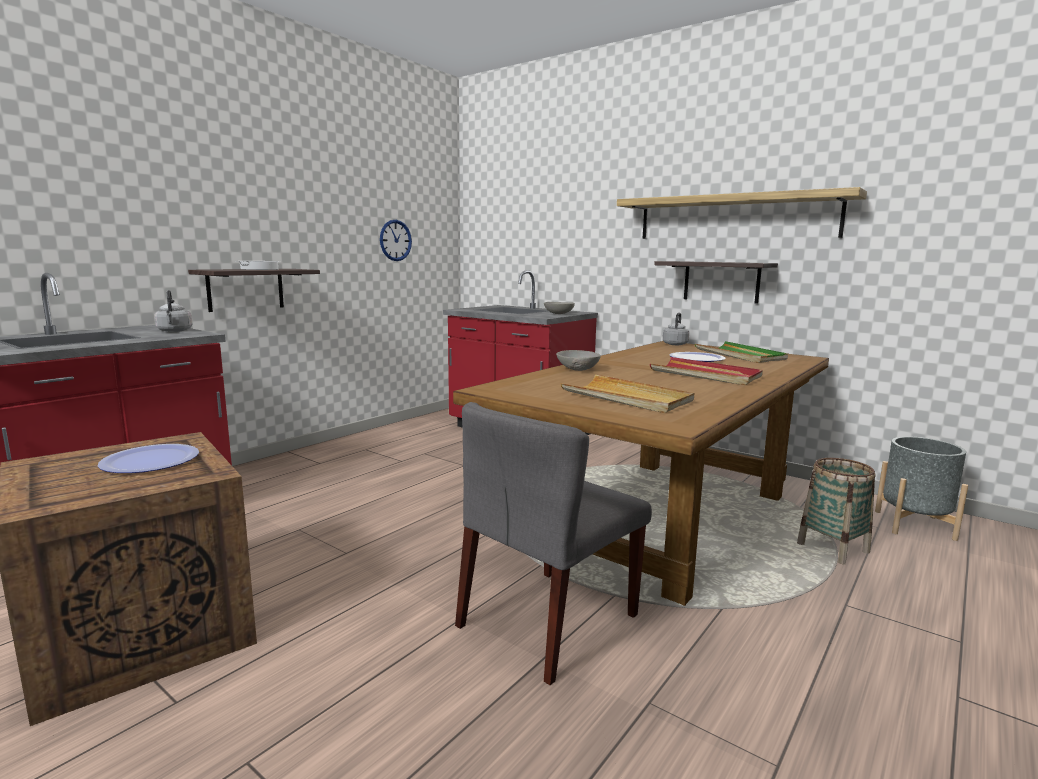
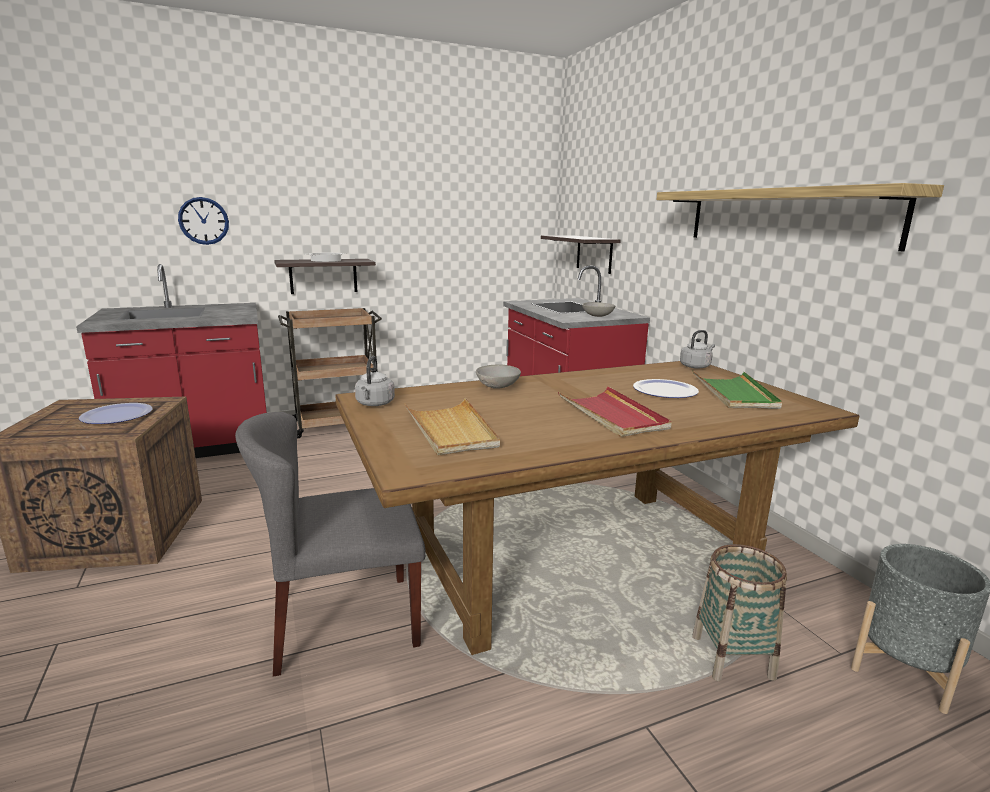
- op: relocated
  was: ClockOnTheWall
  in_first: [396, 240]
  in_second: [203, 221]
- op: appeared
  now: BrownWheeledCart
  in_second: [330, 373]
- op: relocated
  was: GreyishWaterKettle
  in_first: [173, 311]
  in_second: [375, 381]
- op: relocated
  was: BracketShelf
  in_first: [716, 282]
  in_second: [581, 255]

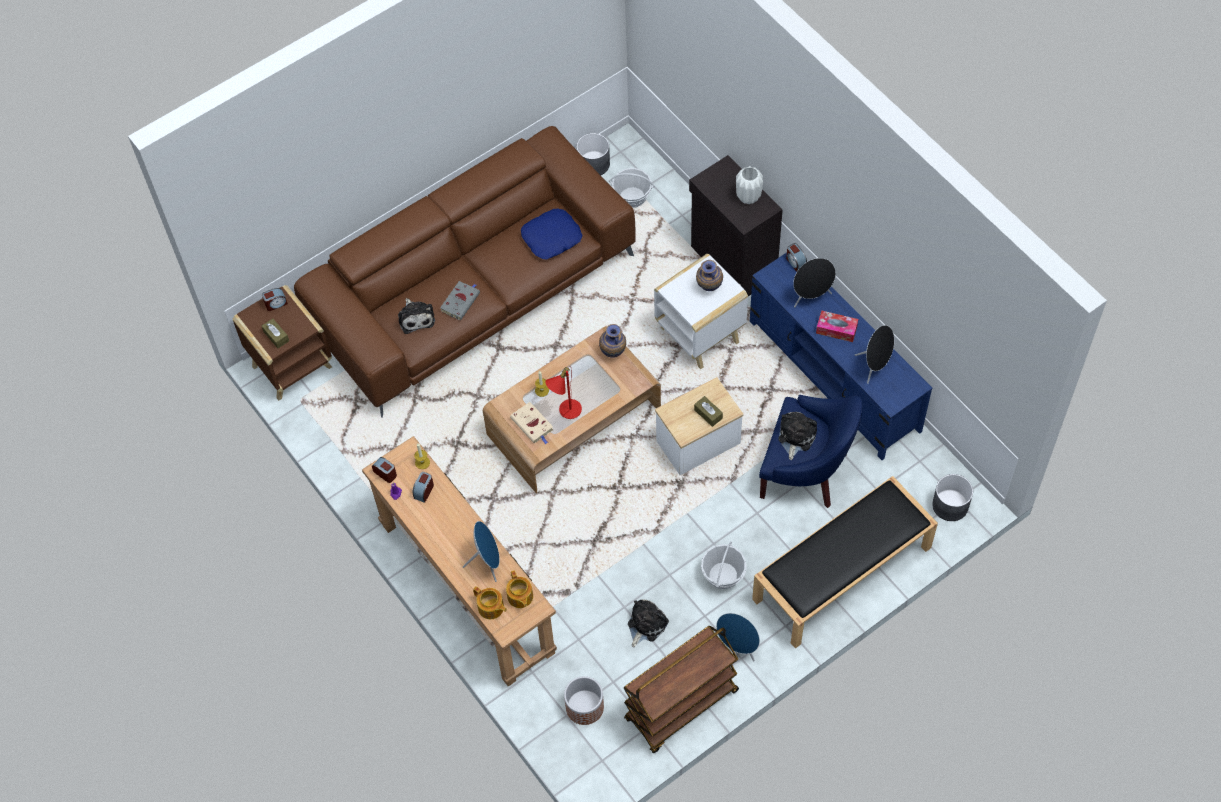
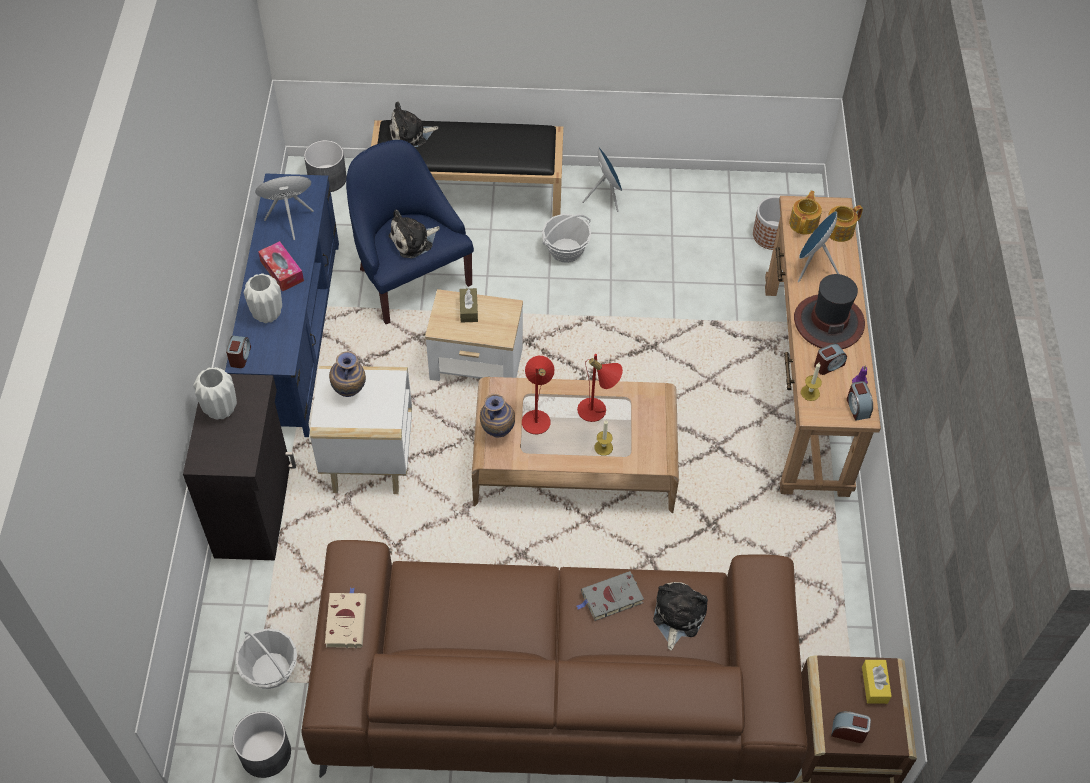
- op: exchanged
  was: BlackishSpeaker
  now: WhitishVase
  in_first: [814, 282]
  in_second: [263, 298]
- op: relocated
  was: BeigeColouredBook
  in_first: [531, 423]
  in_second: [346, 617]
- op: relocated
  was: PlushToy
  in_first: [648, 623]
  in_second: [414, 124]
- op: appeared
  now: RedColouredTabletopLamp
  in_second: [538, 395]
- op: appeared
  now: ClothingHat
  in_second: [829, 311]
- op: spun
  was: TeaPot
  in_first: [490, 602]
  in_second: [845, 223]
  clockwise: -105
- op: colour
  was: BrownTissueHolder
  now: YellowColouredTissueHolder
  in_first: [275, 333]
  in_second: [877, 682]
- op: missing
  was: BluePillow
  in_first: [551, 234]
- op: missing
  was: BrownWheeledCart
  in_first: [681, 689]

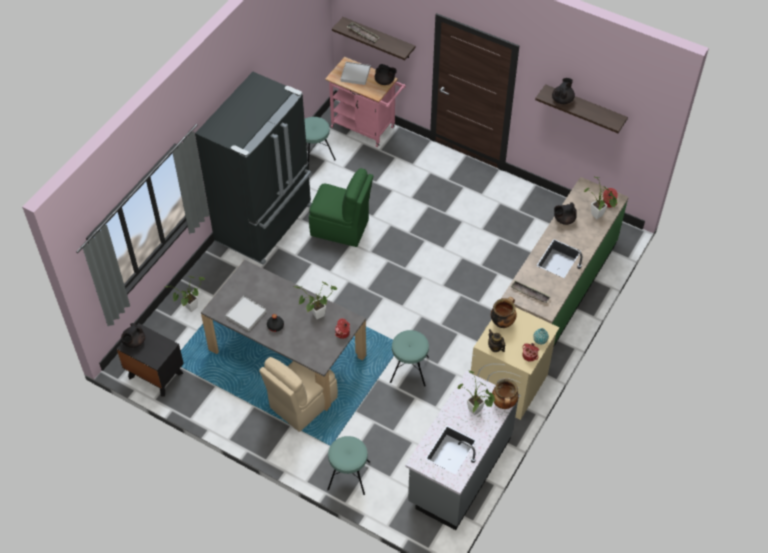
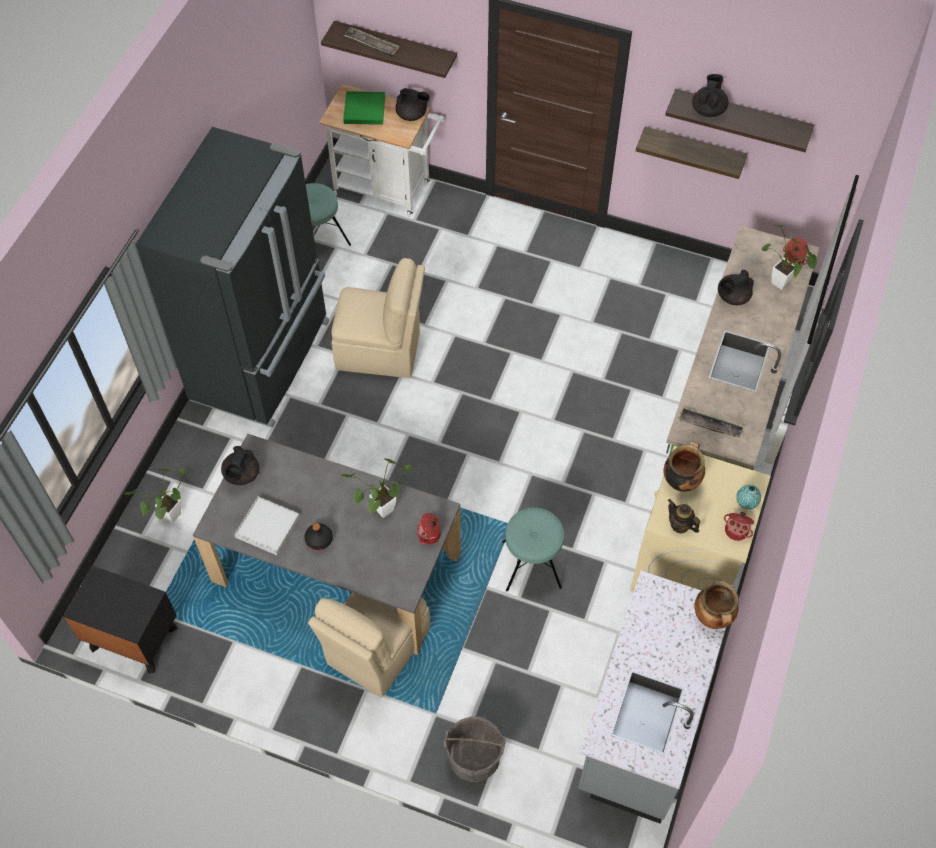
- op: relocated
  was: BlackishTeaPot
  in_first: [133, 335]
  in_second: [240, 465]
- op: colour
  was: PinkWheeledCart
  now: WhitishWheeledCart
  in_first: [365, 102]
  in_second: [381, 150]
- op: colour
  was: GreenColouredPlainChair
  now: BeigeColouredPlainChair
  in_first: [341, 207]
  in_second: [378, 318]
- op: colour
  was: WhitishCarryingTray
  now: GreenColouredCarryingTray
  in_first: [355, 73]
  in_second: [364, 108]
- op: exchanged
  was: TurquoiseSittingStool
  now: GreyishBucket
  in_first: [348, 465]
  in_second: [475, 749]
- op: appeared
  now: BracketShelf
  in_second: [691, 152]
- op: missing
  was: Houseplant
  in_first: [477, 393]

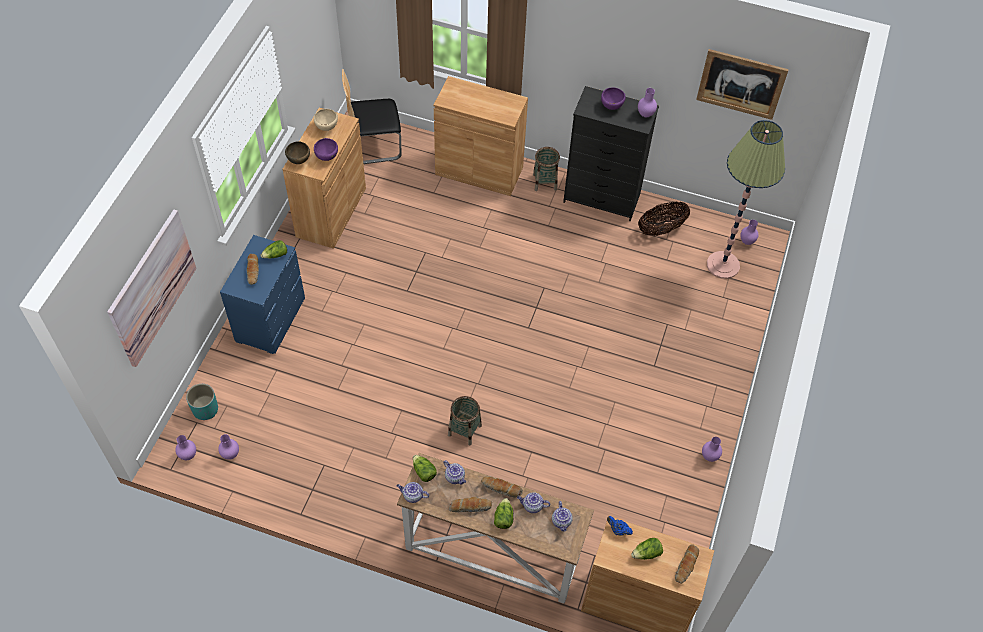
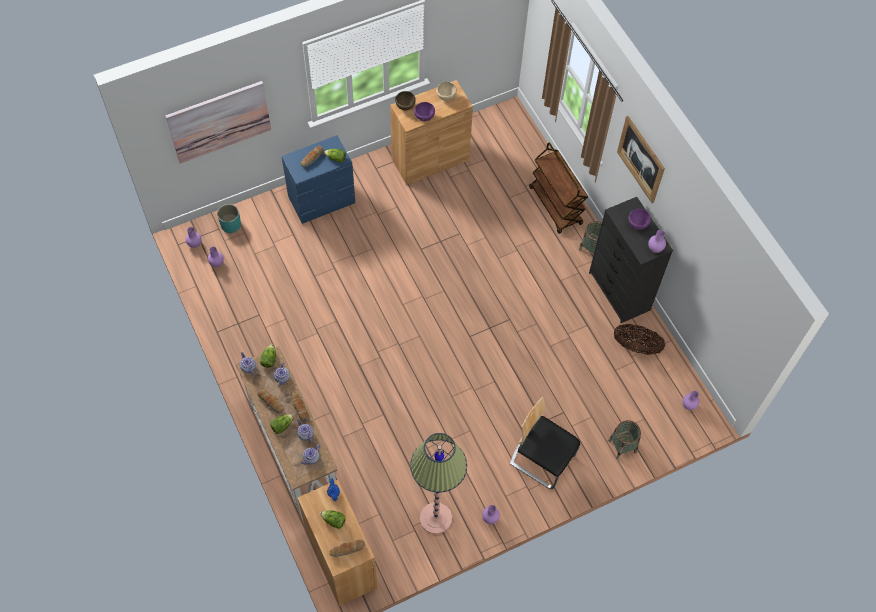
- op: relocated
  was: StandingLamp
  in_first: [746, 199]
  in_second: [438, 483]
- op: relocated
  was: PlainChair
  in_first: [371, 116]
  in_second: [545, 442]
- op: exchanged
  was: BrownCupboard
  now: BrownWheeledCart
  in_first: [481, 136]
  in_second: [558, 188]
- op: relocated
  was: StorageBasket
  in_first: [465, 421]
  in_second: [624, 439]
- op: relocated
  was: WallArt
  in_first: [742, 84]
  in_second: [641, 159]

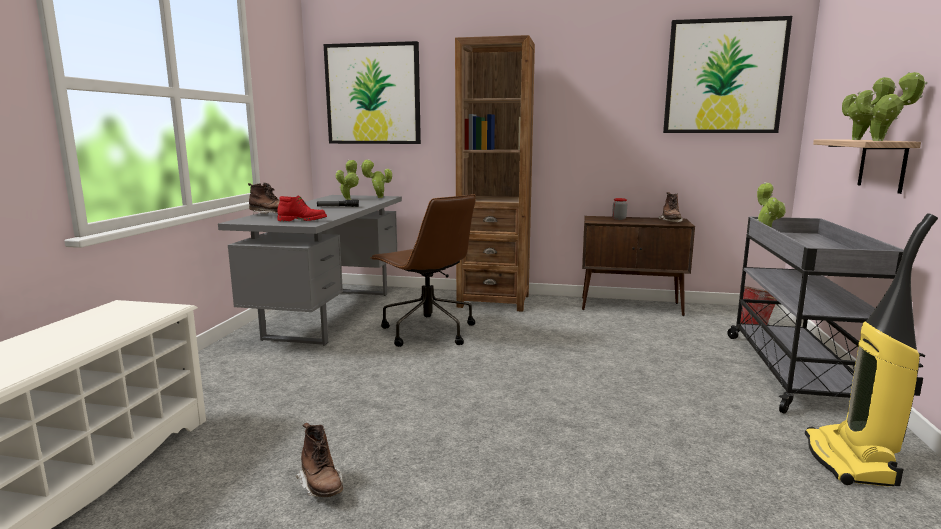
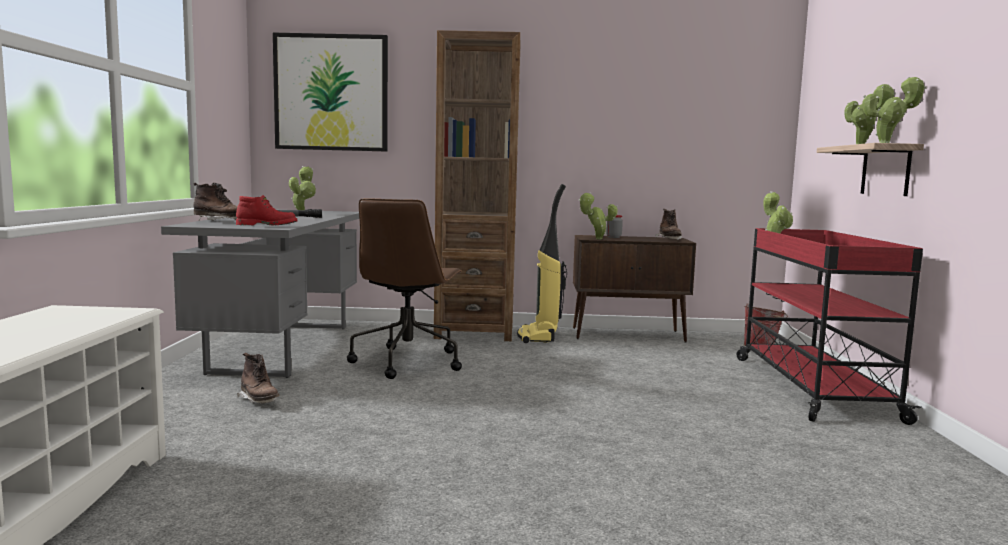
- op: relocated
  was: BrownBoot
  in_first: [319, 460]
  in_second: [258, 378]
- op: spun
  was: BrownDeskChair
  in_first: [423, 270]
  in_second: [404, 288]
  clockwise: 60
- op: relocated
  was: Vacuum
  in_first: [871, 349]
  in_second: [542, 263]
- op: relocated
  was: Houseplant
  in_first: [376, 178]
  in_second: [598, 215]
- op: colour
  was: GreyishWheeledCart
  now: RedColouredWheeledCart
  in_first: [815, 315]
  in_second: [829, 326]
- op: missing
  was: WallArt
  in_first: [727, 74]

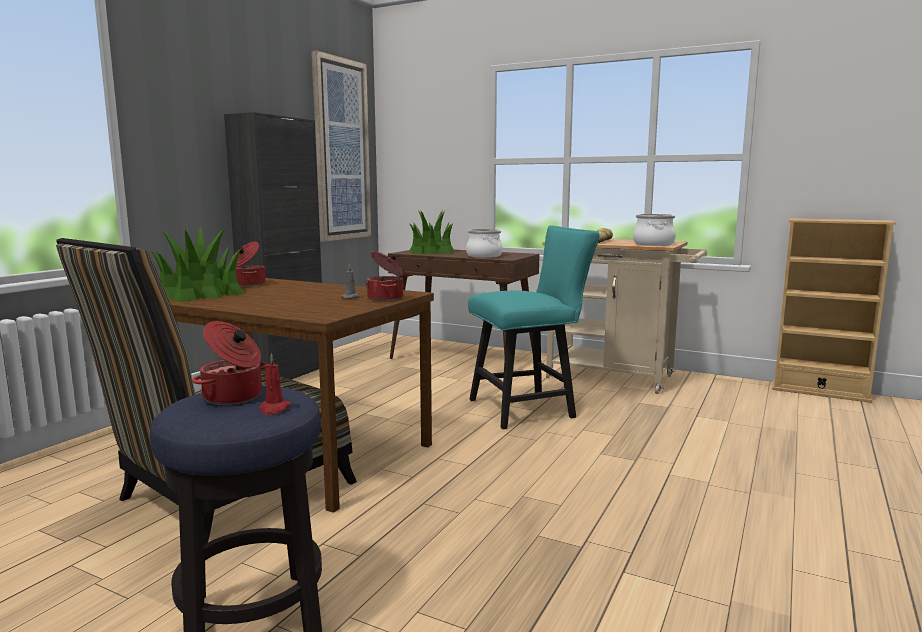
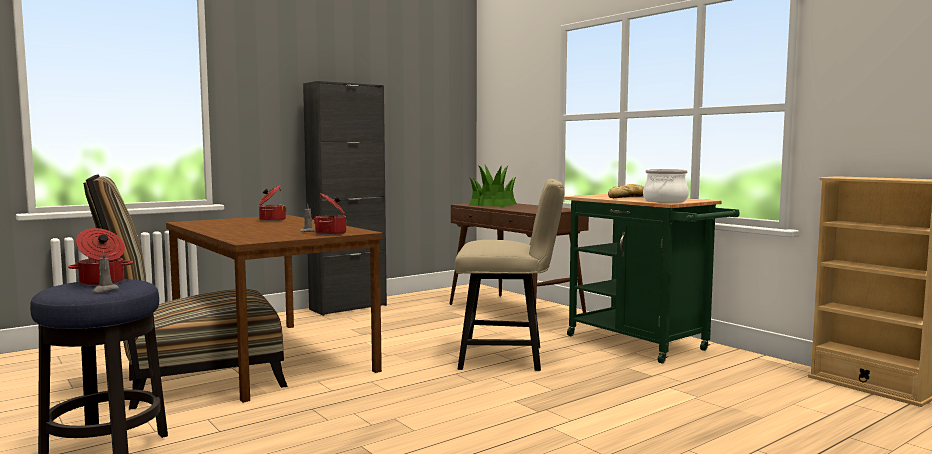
- op: colour
  was: RedColouredWaxCandle
  now: GreyishWaxCandle
  in_first: [275, 384]
  in_second: [105, 271]
- op: colour
  was: TurquoisePlainChair
  now: BeigeColouredPlainChair
  in_first: [534, 327]
  in_second: [510, 275]
- op: colour
  was: BeigeColouredWheeledCart
  now: GreenColouredWheeledCart
  in_first: [624, 316]
  in_second: [652, 279]
- op: missing
  was: Houseplant
  in_first: [198, 264]
- op: missing
  was: WallArt
  in_first: [341, 146]
- op: missing
  was: CookingPot
  in_first: [484, 243]

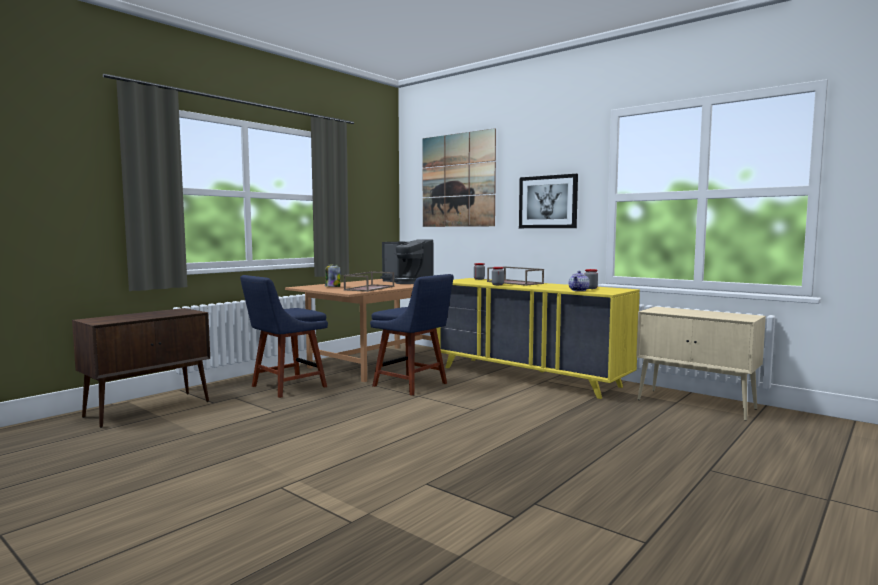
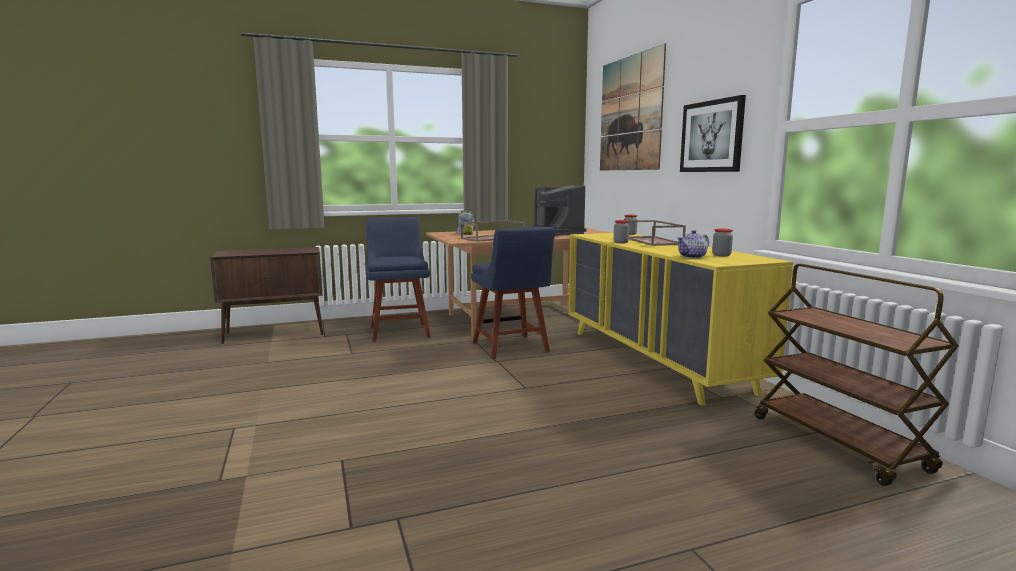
- op: spun
  was: BluePlainChair
  in_first: [284, 336]
  in_second: [398, 279]
  clockwise: 90
- op: exchanged
  was: BeigeColouredCupboard
  now: BrownWheeledCart
  in_first: [701, 364]
  in_second: [857, 375]

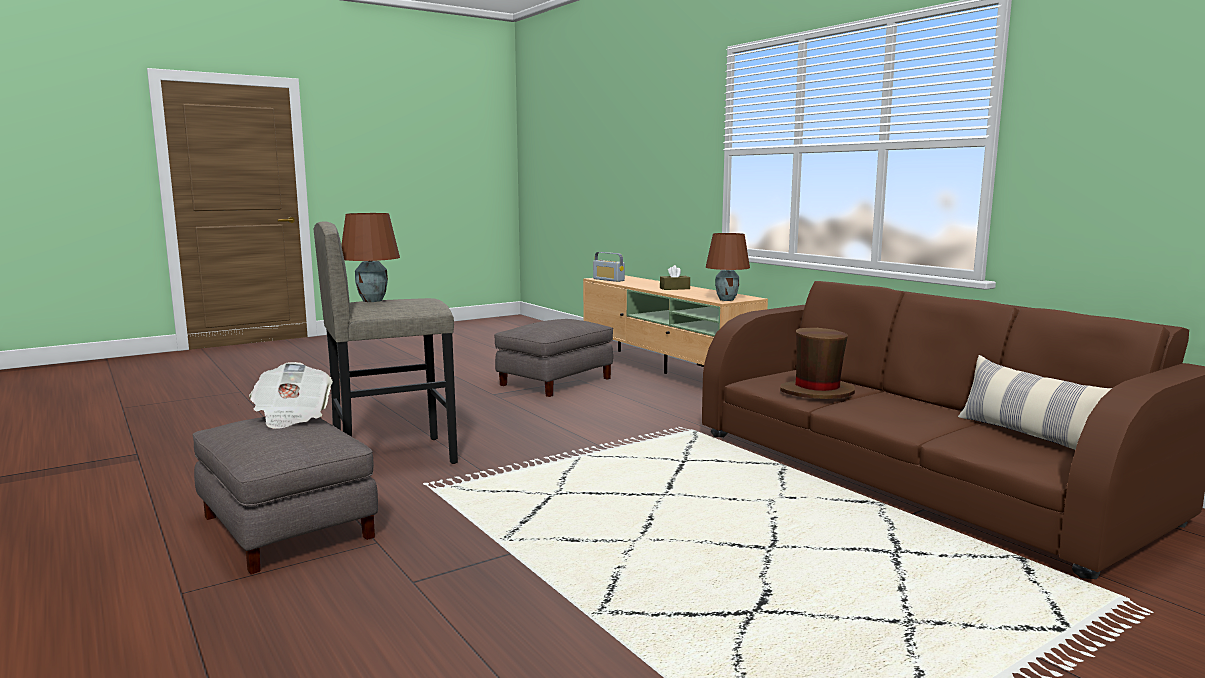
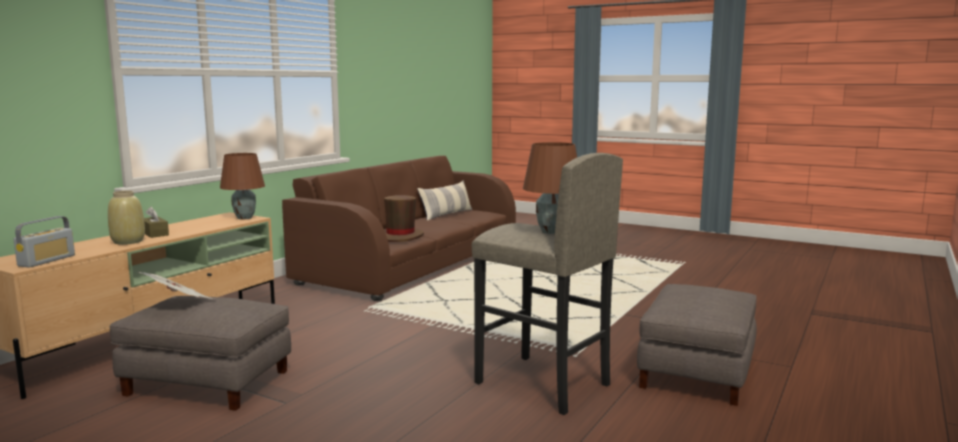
- op: appeared
  now: BeigeColouredVase
  in_second: [126, 218]
- op: relocated
  was: Newspaper
  in_first: [291, 395]
  in_second: [175, 285]

